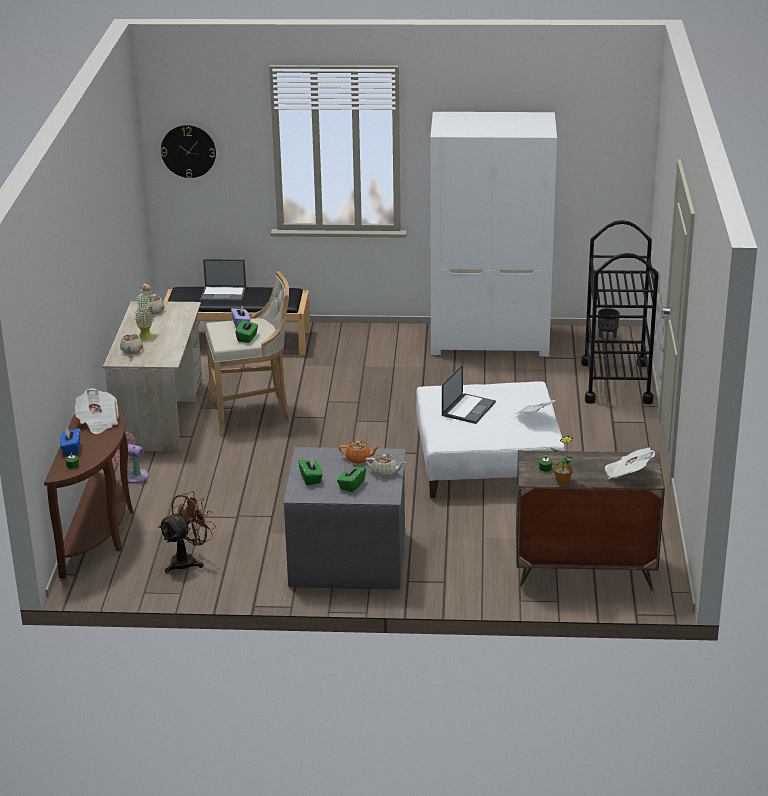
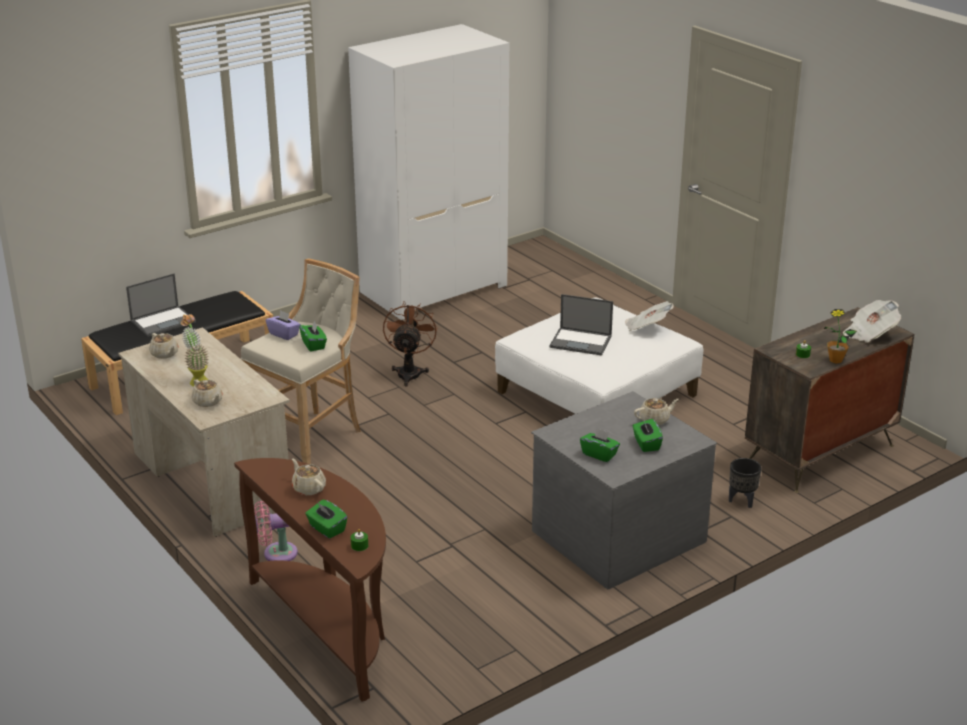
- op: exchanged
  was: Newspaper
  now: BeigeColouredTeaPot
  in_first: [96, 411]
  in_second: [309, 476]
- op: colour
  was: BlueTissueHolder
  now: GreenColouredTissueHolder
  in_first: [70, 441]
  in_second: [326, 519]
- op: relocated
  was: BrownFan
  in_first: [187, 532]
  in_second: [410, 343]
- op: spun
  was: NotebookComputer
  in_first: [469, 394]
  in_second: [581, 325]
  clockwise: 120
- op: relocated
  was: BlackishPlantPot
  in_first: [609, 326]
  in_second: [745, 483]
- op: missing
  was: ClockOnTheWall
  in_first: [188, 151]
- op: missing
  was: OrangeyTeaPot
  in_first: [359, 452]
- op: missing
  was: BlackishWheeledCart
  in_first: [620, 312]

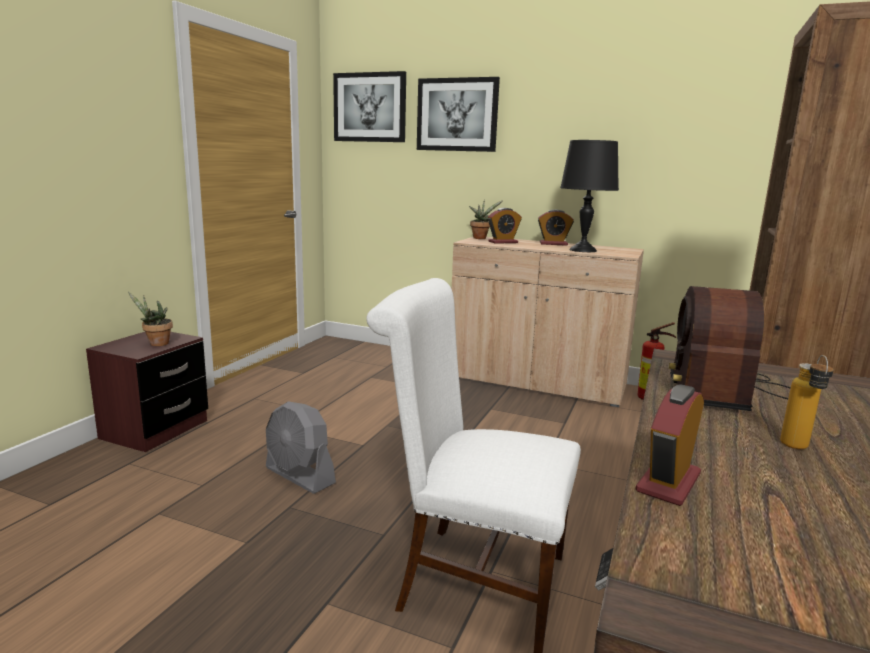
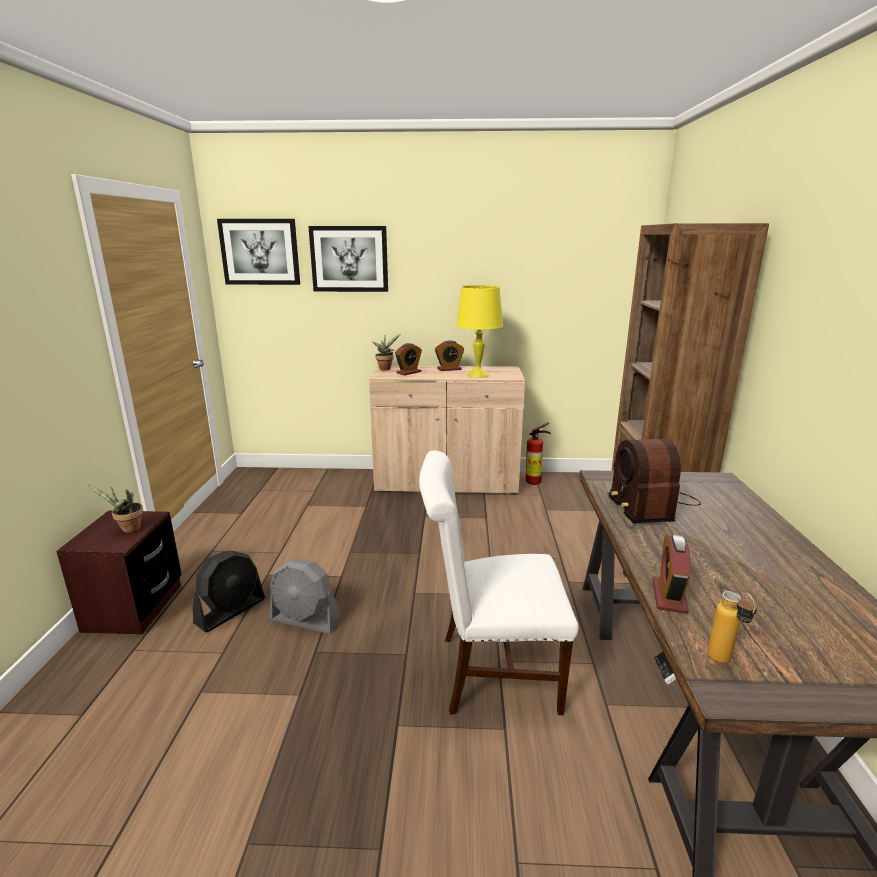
- op: appeared
  now: BlackishFan
  in_second: [229, 591]
- op: colour
  was: BlackishTabletopLamp
  now: YellowColouredTabletopLamp
  in_first: [589, 196]
  in_second: [479, 331]
- op: relocated
  was: DrinkBottle
  in_first: [807, 402]
  in_second: [732, 627]

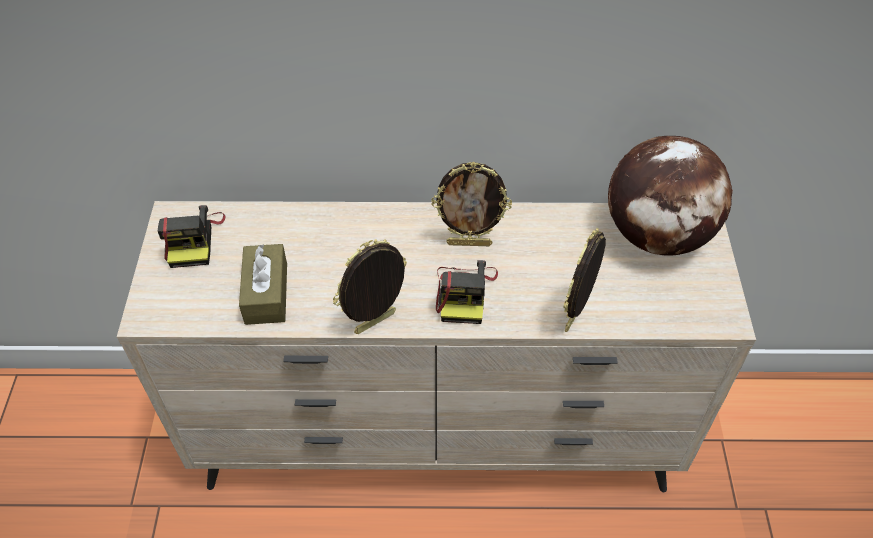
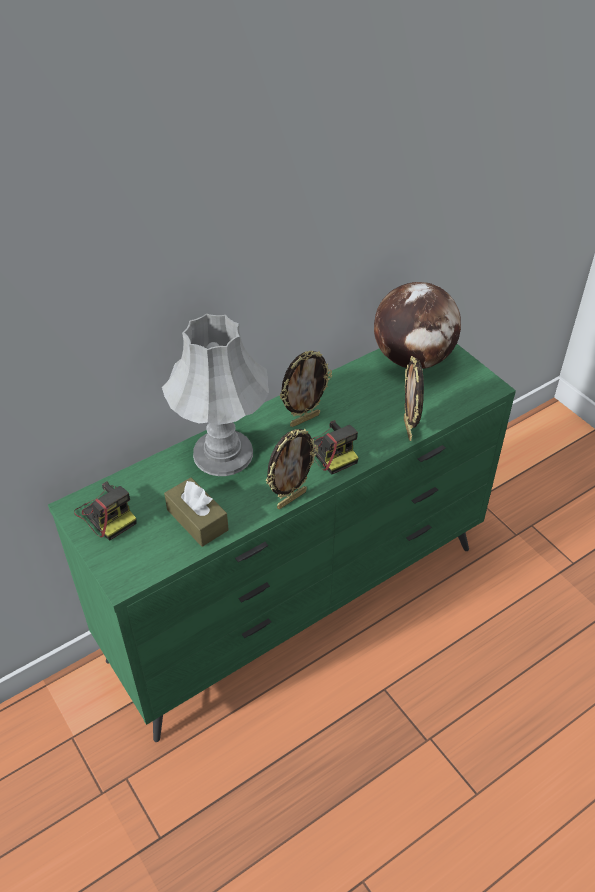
- op: colour
  was: BeigeColouredDrawerChest
  now: GreenColouredDrawerChest
  in_first: [436, 346]
  in_second: [282, 543]
- op: appeared
  now: GreyishTabletopLamp
  in_second: [215, 395]
- op: spun
  was: PictureFrame
  in_first: [370, 286]
  in_second: [292, 469]
  clockwise: -150

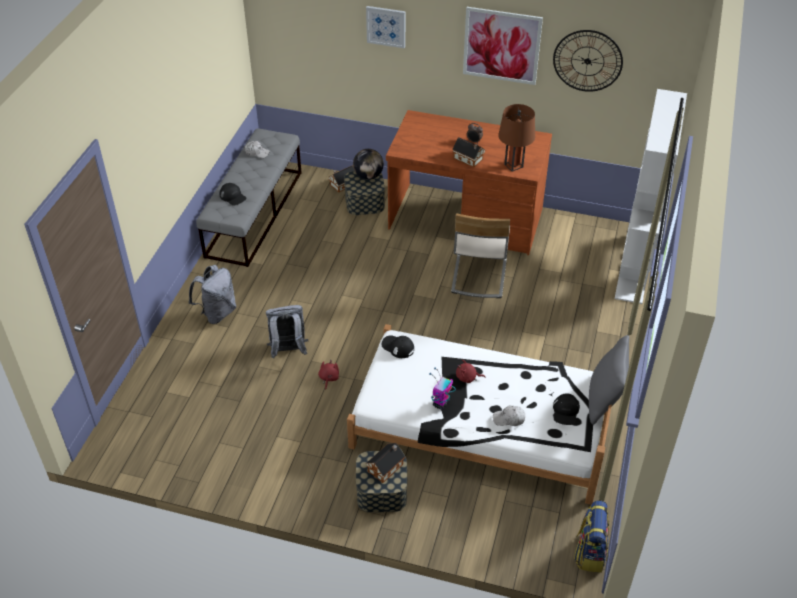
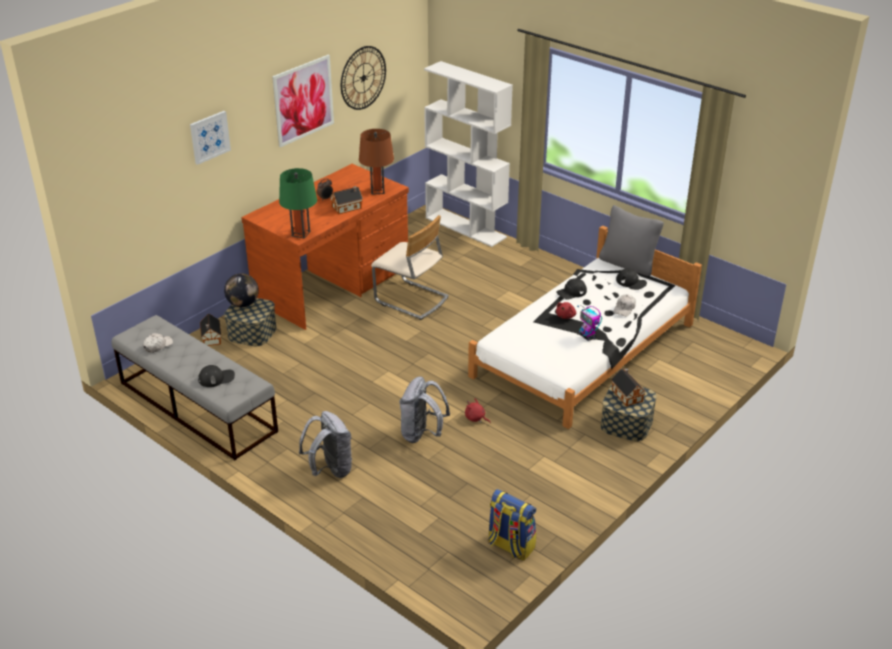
- op: appeared
  now: GreenColouredTabletopLamp
  in_second: [298, 203]
- op: relocated
  was: Knapsack
  in_first: [591, 537]
  in_second: [512, 525]
- op: relocated
  was: BlackishPeakedCap
  in_first: [398, 346]
  in_second: [571, 289]

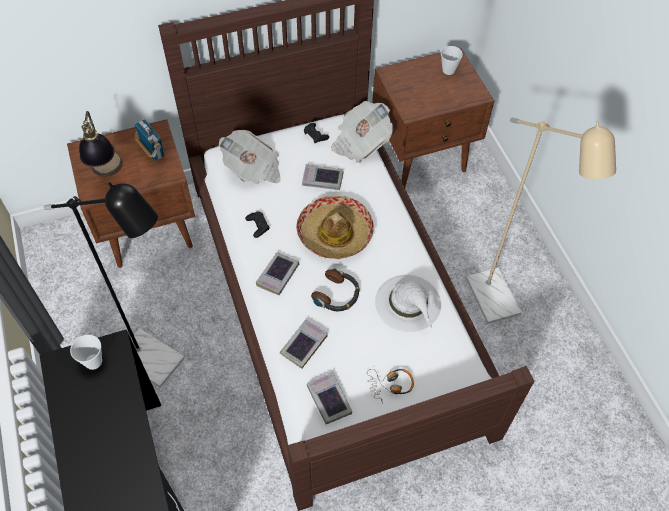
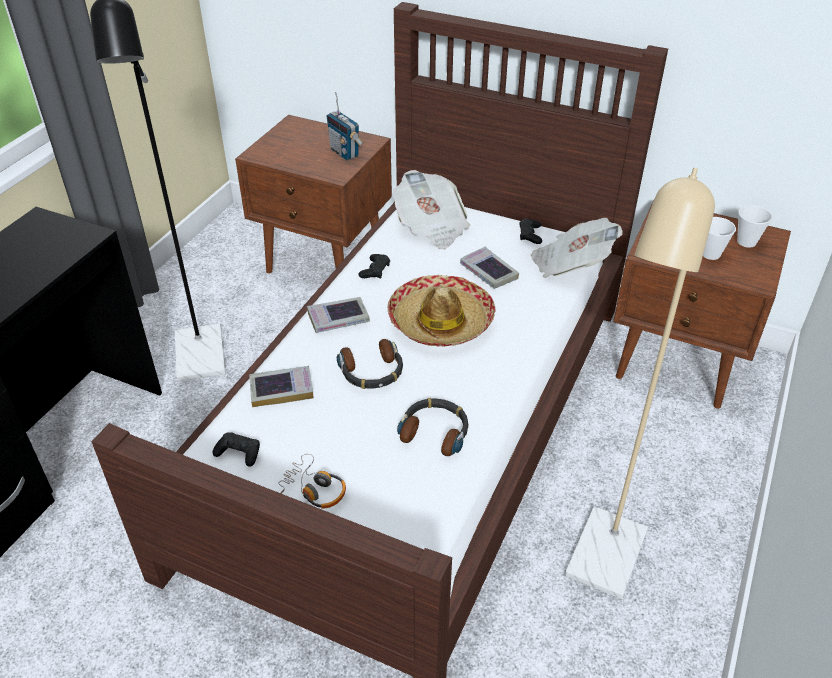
- op: exchanged
  was: Book
  now: BlackishJoypad
  in_first: [329, 398]
  in_second: [236, 449]
- op: spun
  was: RadioSet
  in_first: [150, 140]
  in_second: [345, 126]
  clockwise: 135
- op: exchanged
  was: WhitishClothingHat
  now: PairOfHeadphones
  in_first: [408, 303]
  in_second: [432, 427]
- op: relocated
  was: SmallCup
  in_first: [86, 352]
  in_second: [719, 238]
- op: missing
  was: TabletopLamp
  in_first: [101, 144]

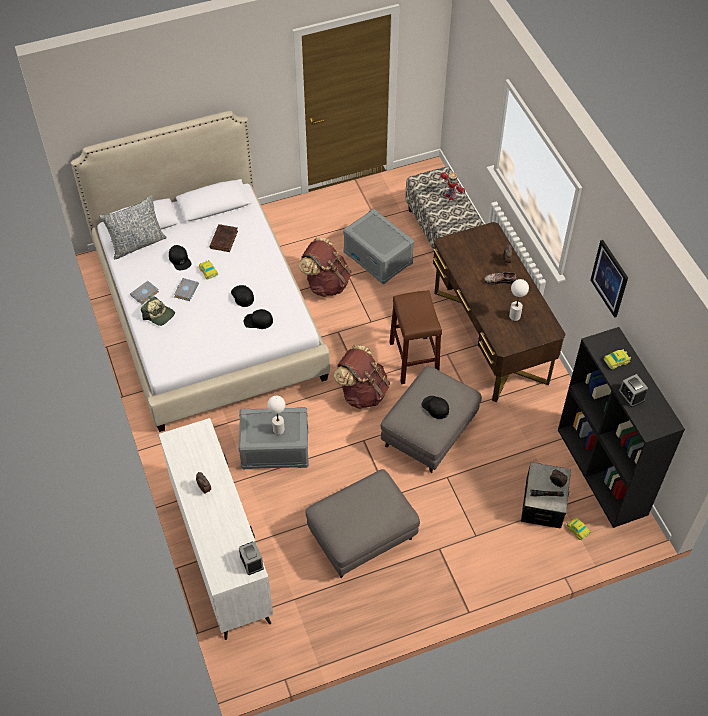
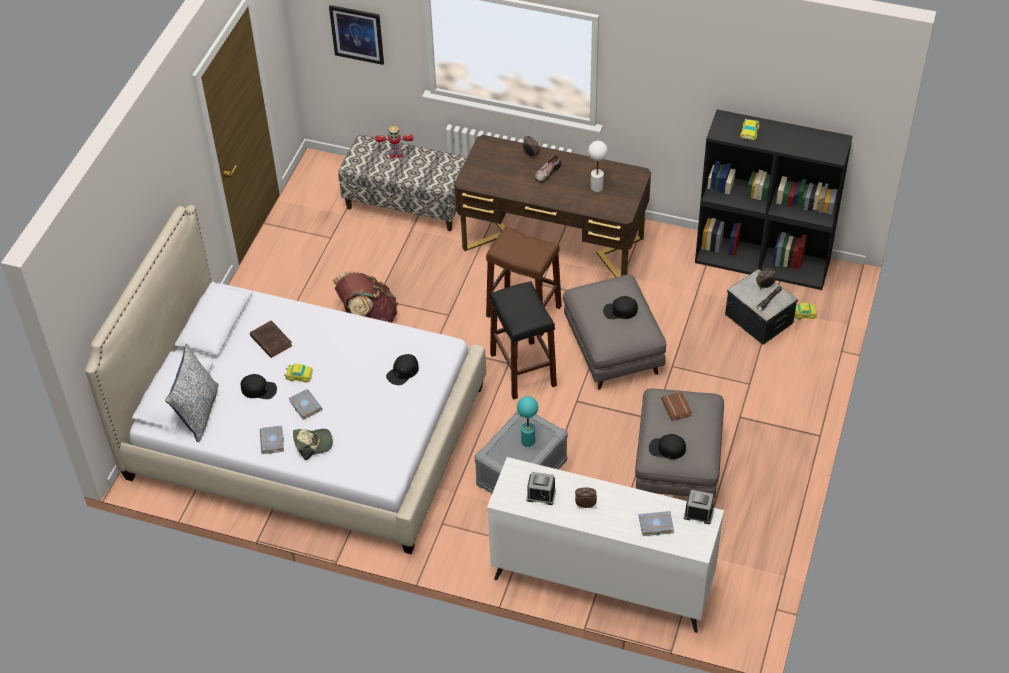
- op: relocated
  was: WallArt
  in_first: [609, 279]
  in_second: [356, 35]
- op: exchanged
  was: BrownKnapsack
  now: BlackishSittingStool
  in_first: [362, 377]
  in_second: [523, 340]
- op: colour
  was: WhitishTabletopLamp
  now: TurquoiseTabletopLamp
  in_first: [276, 415]
  in_second: [527, 421]
- op: relocated
  was: AlarmClock
  in_first: [633, 390]
  in_second: [541, 488]
- op: appeared
  now: GreyishBook
  in_second: [656, 523]
- op: relocated
  was: BlackishPeakedCap
  in_first: [242, 296]
  in_second: [667, 446]
- op: appeared
  now: BrownBook
  in_second: [676, 406]
- op: missing
  was: GreyishStorageBin
  in_first: [378, 246]

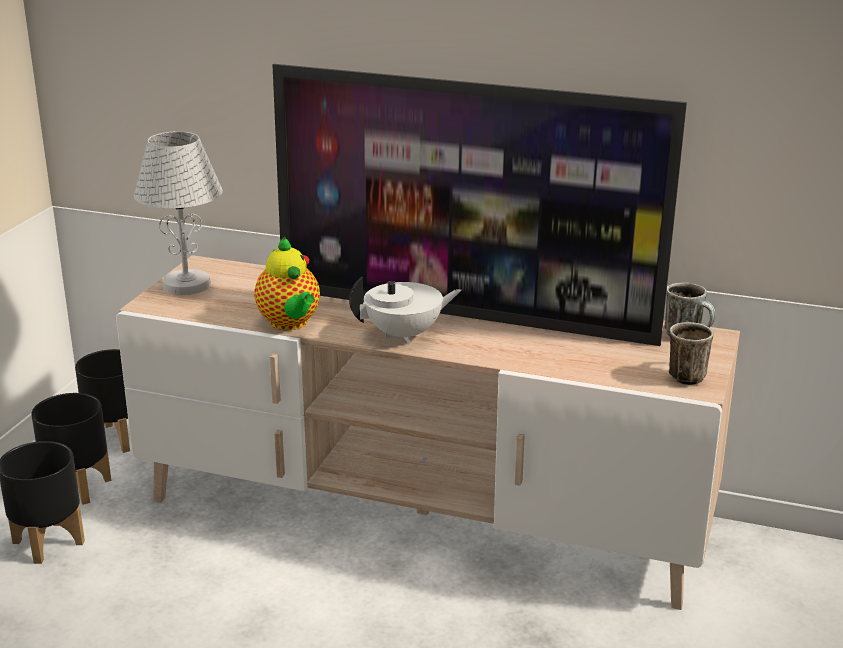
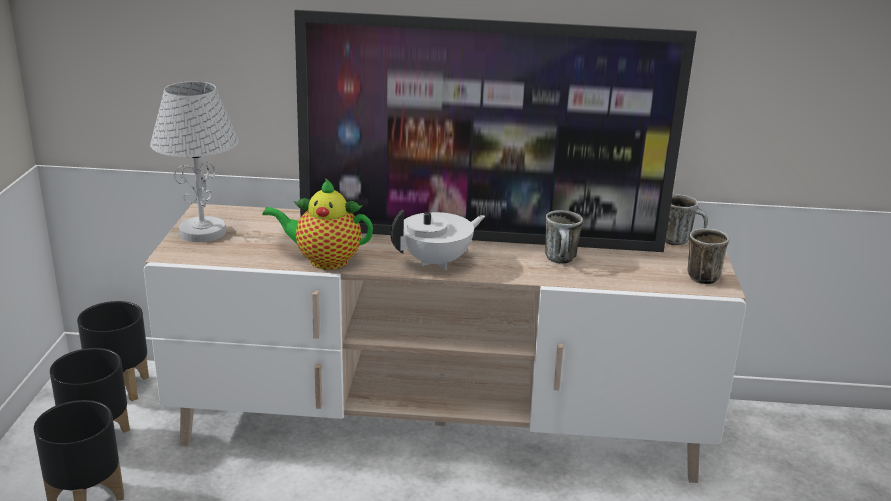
- op: spun
  was: TeaPot
  in_first: [287, 283]
  in_second: [317, 224]
  clockwise: 135
- op: appeared
  now: CoffeeMug
  in_second: [564, 237]

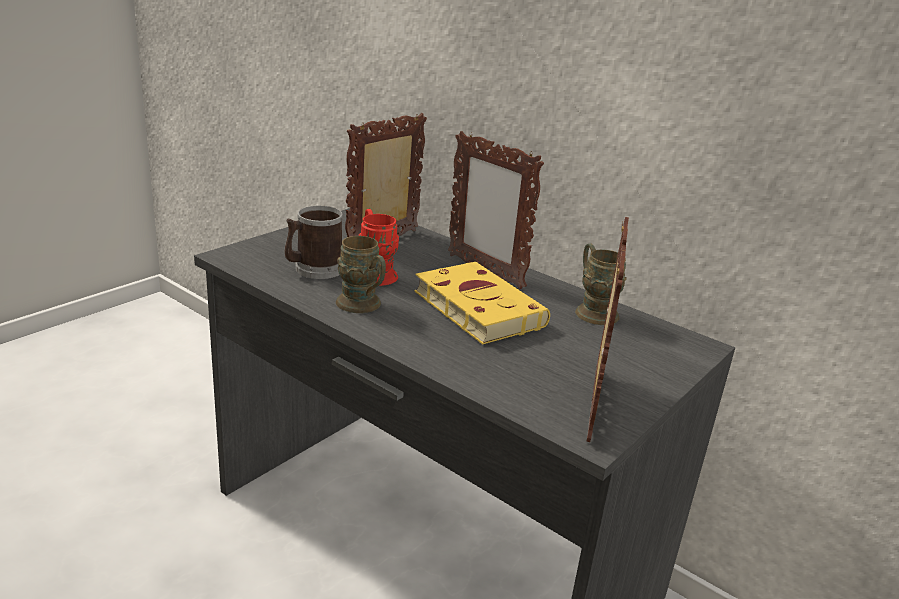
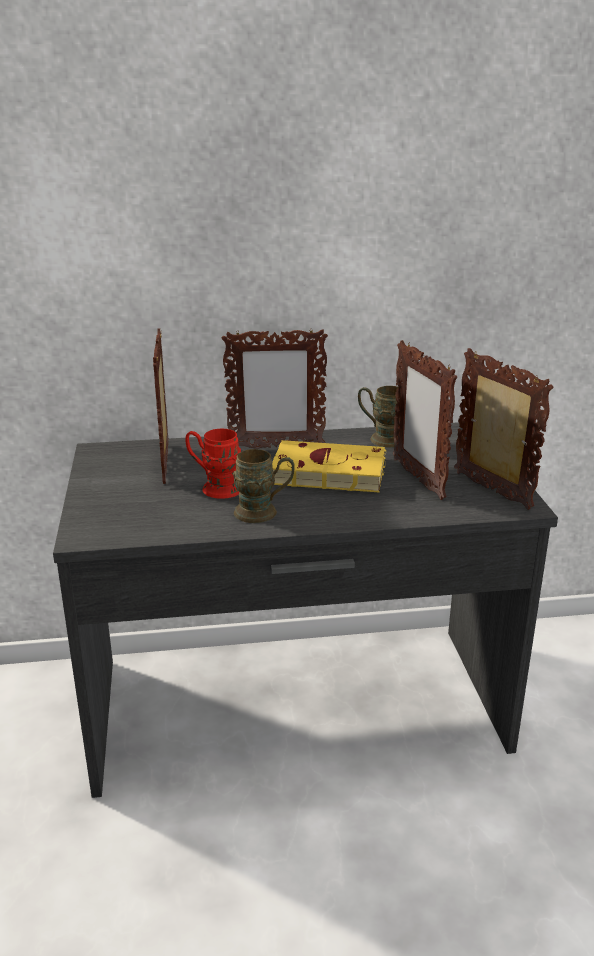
- op: appeared
  now: PictureFrame
  in_second: [425, 420]
- op: missing
  was: CoffeeMug
  in_first: [313, 242]

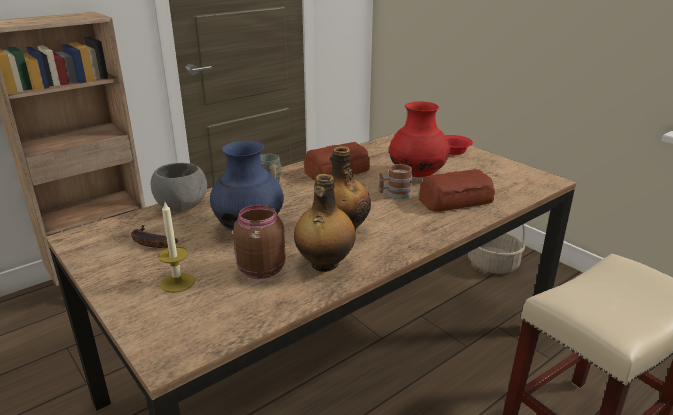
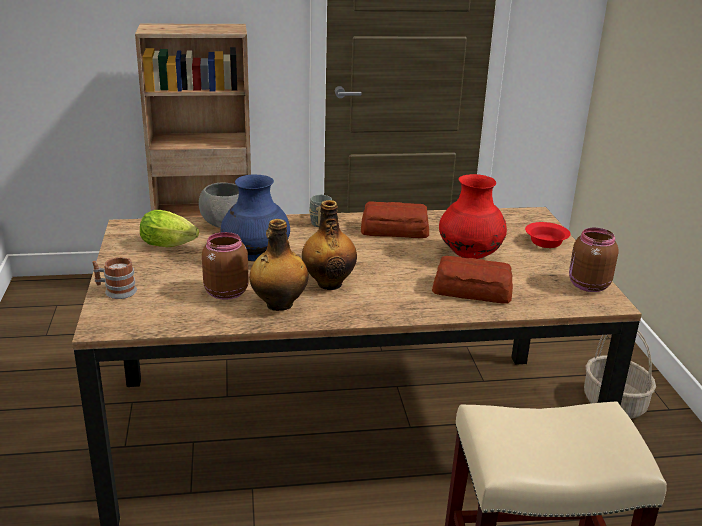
- op: relocated
  was: CoffeeMug
  in_first: [395, 181]
  in_second: [114, 278]
- op: exchanged
  was: WholeBanana
  now: LettuceHead
  in_first: [154, 236]
  in_second: [169, 228]
- op: appeared
  now: BrownPreserveJar
  in_second: [594, 260]
- op: missing
  was: WaxCandle
  in_first: [176, 247]

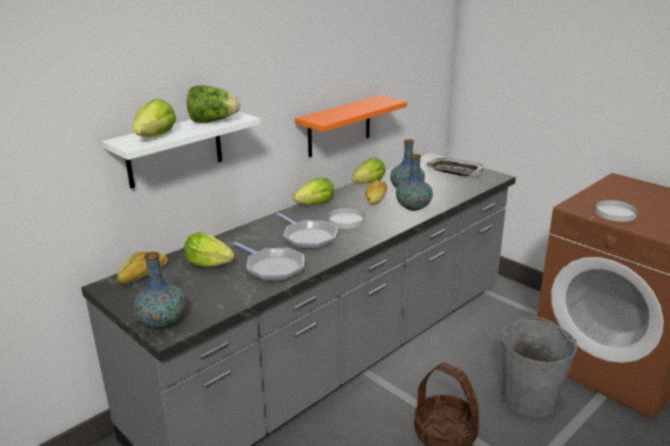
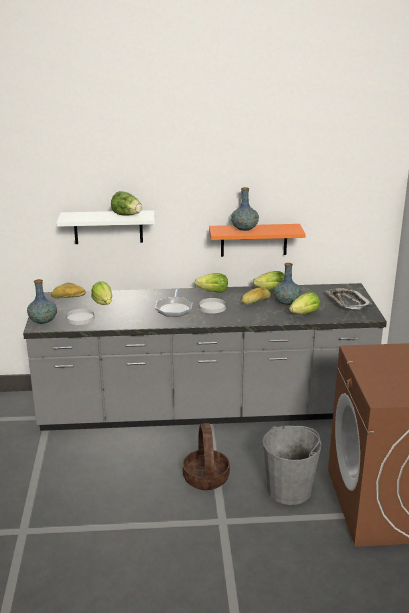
- op: relocated
  was: WhitishDinnerPlate
  in_first: [616, 211]
  in_second: [80, 317]
- op: relocated
  was: Vase
  in_first: [414, 182]
  in_second: [245, 209]
- op: relocated
  was: LettuceHead
  in_first: [154, 118]
  in_second: [304, 303]
- op: missing
  was: FryingPan
  in_first: [268, 261]

